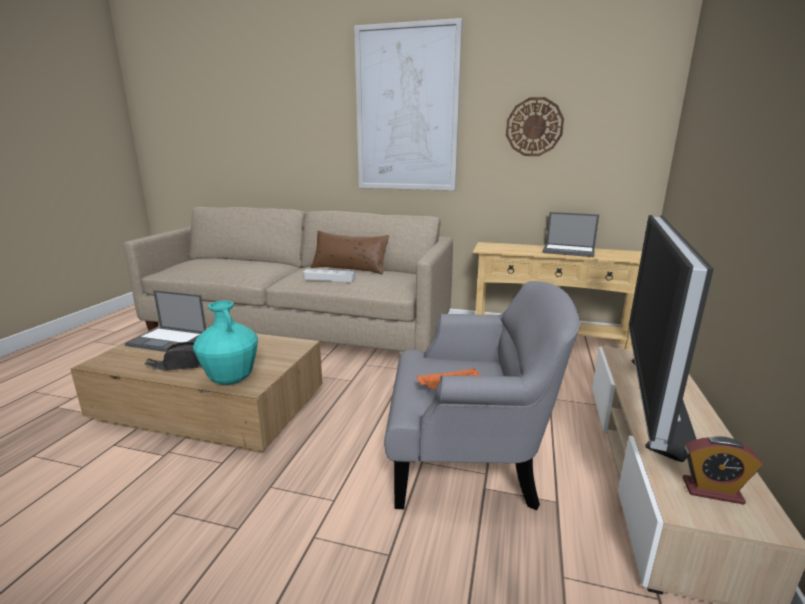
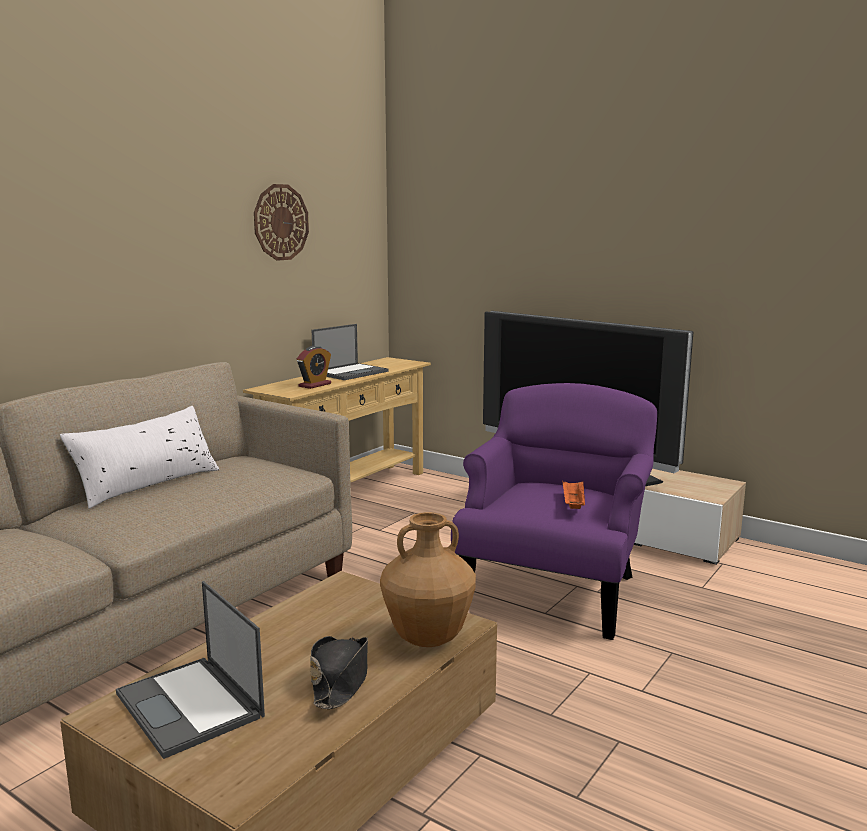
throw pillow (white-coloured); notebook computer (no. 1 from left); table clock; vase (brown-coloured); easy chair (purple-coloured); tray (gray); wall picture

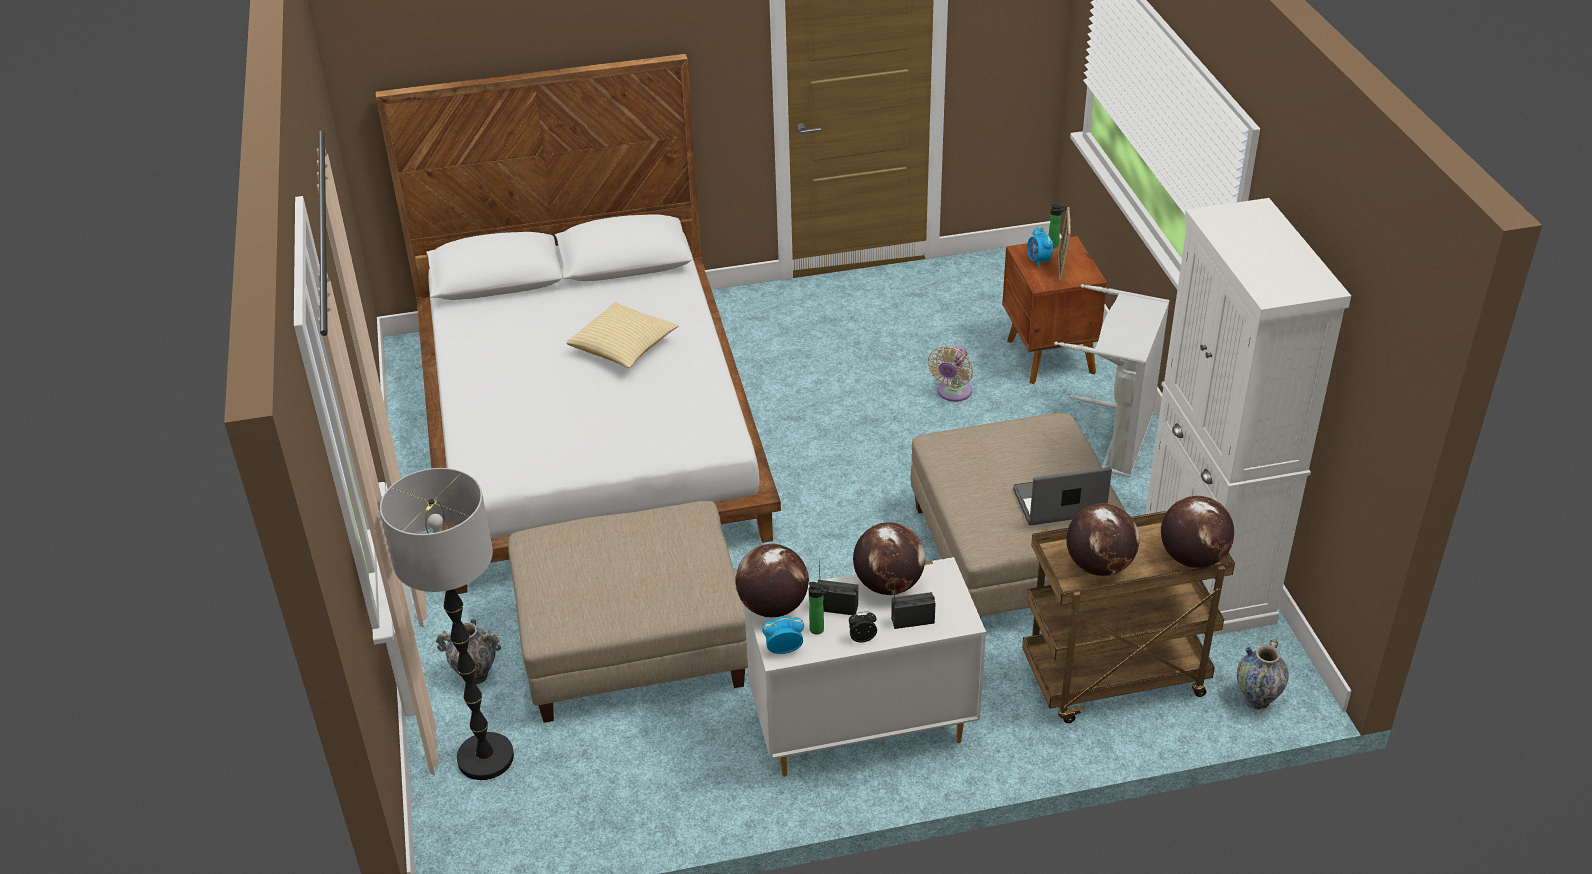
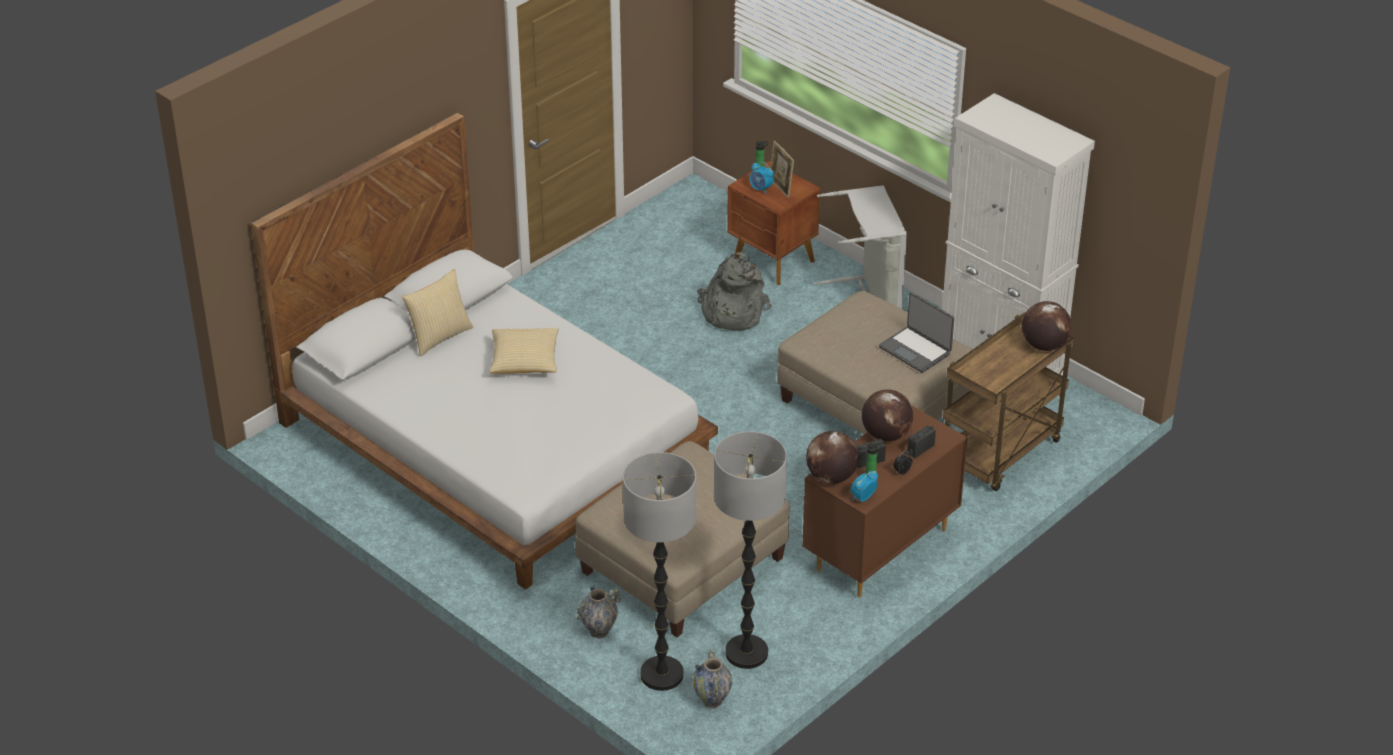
throw pillow (no. 1 from left); vase (no. 2 from left); knapsack (gray); standing lamp (no. 2 from left); drawer chest (brown-coloured); notebook computer; world globe (no. 3 from left in the first image)

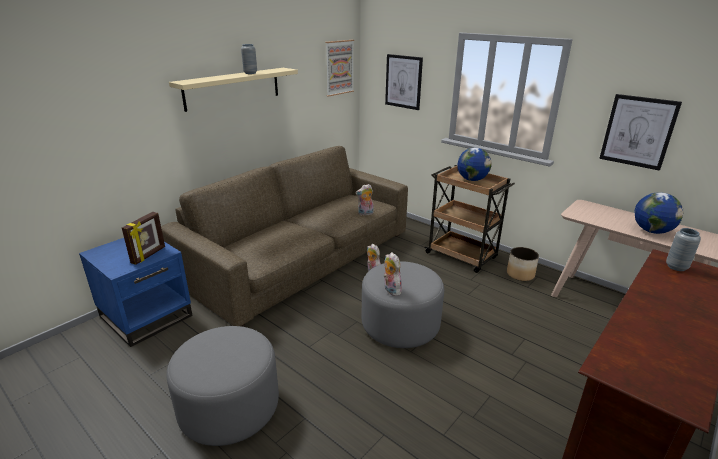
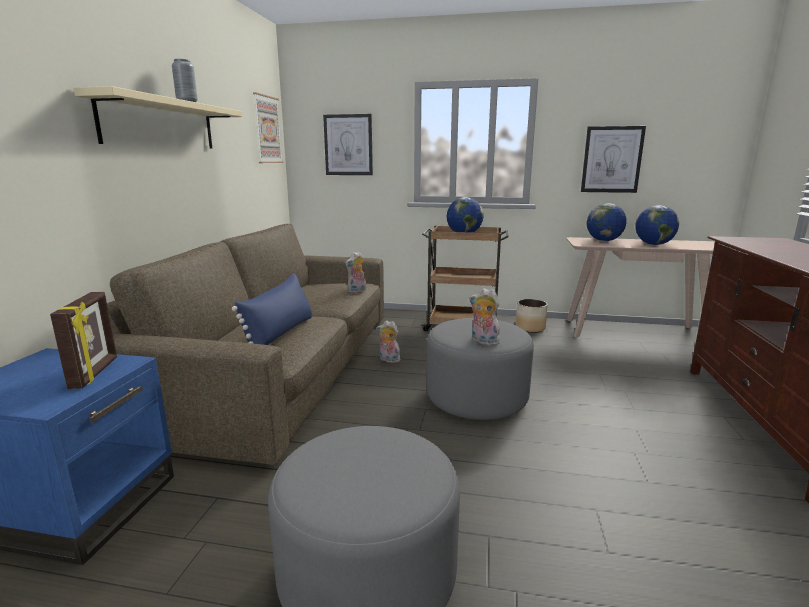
throw pillow (blue); world globe (no. 2 from left); vase (gray) (no. 2 from left in the first image)

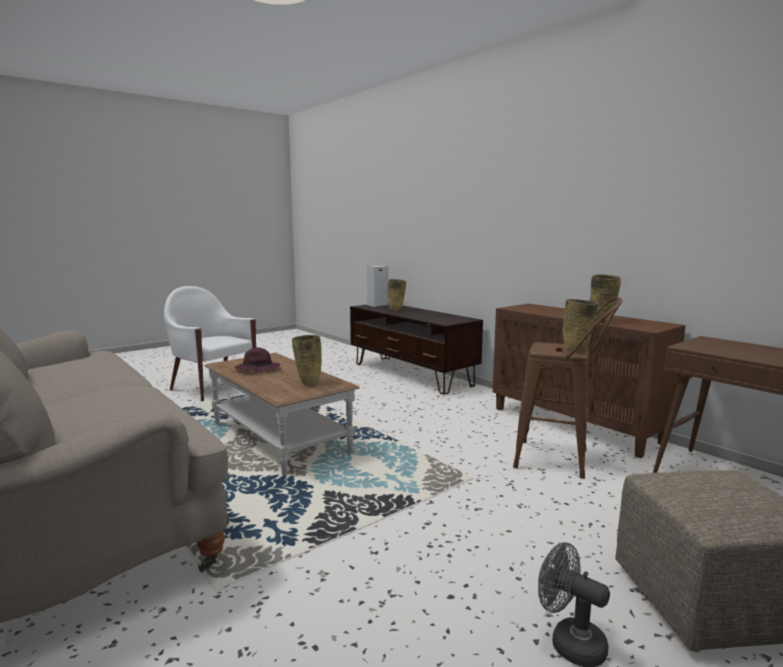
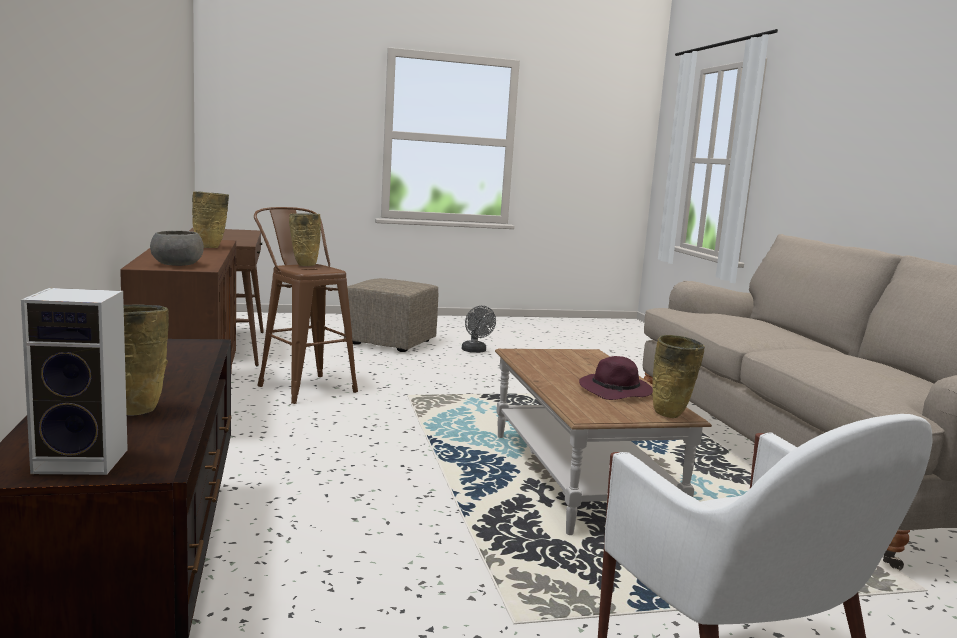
serving bowl (gray); vase (sand-coloured) (no. 4 from left)

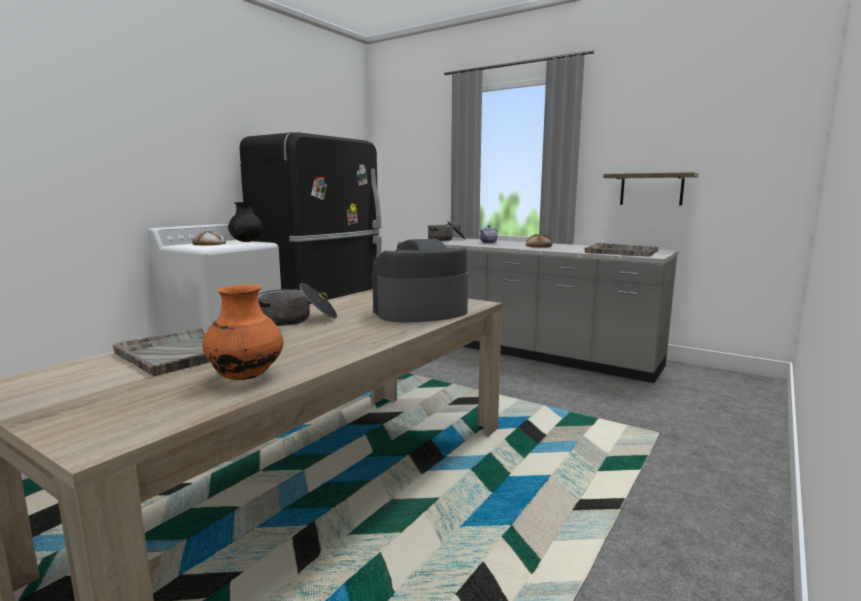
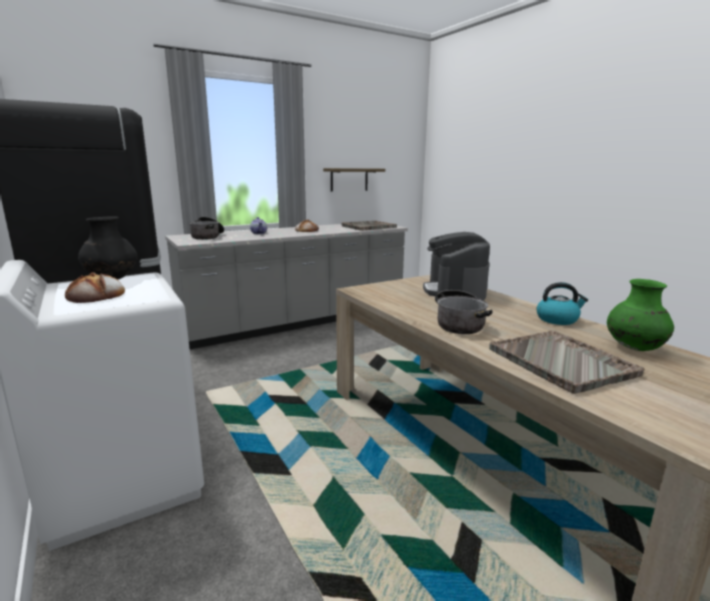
tea kettle; vase (green-coloured)

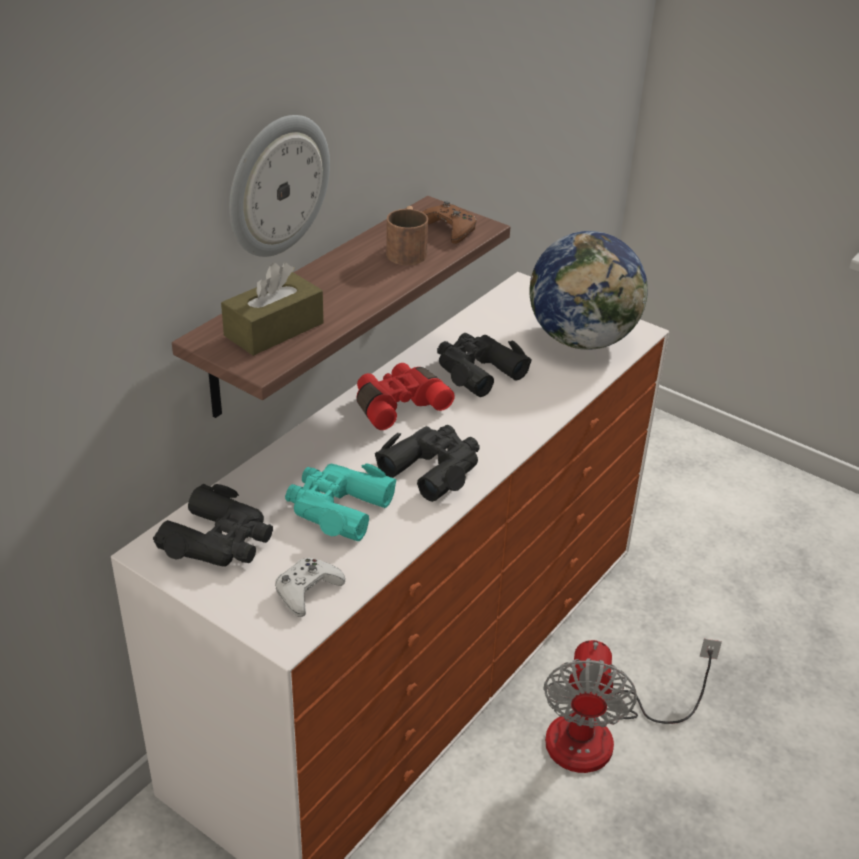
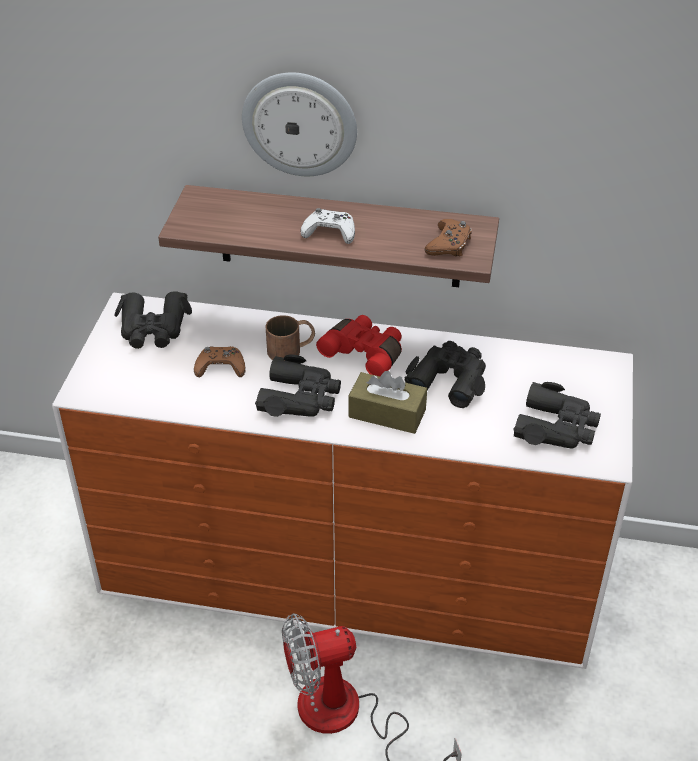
game controller (brown-coloured) (no. 1 from left); coffee mug (brown-coloured); game controller (white-coloured); tissue box (brown-coloured); field glasses (black-coloured) (no. 4 from left)

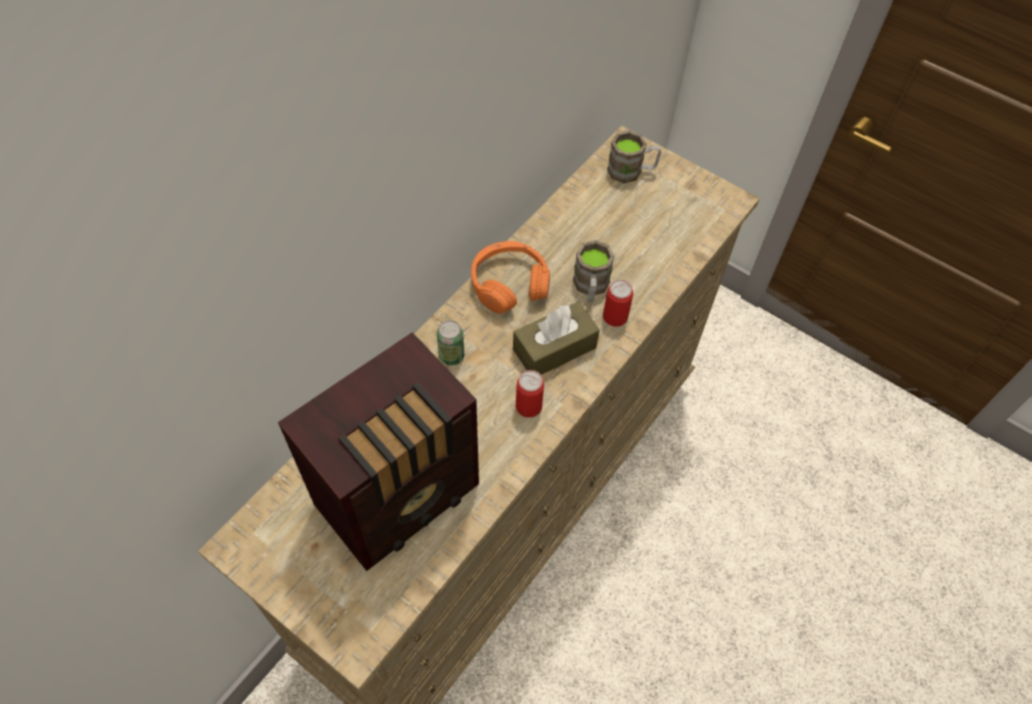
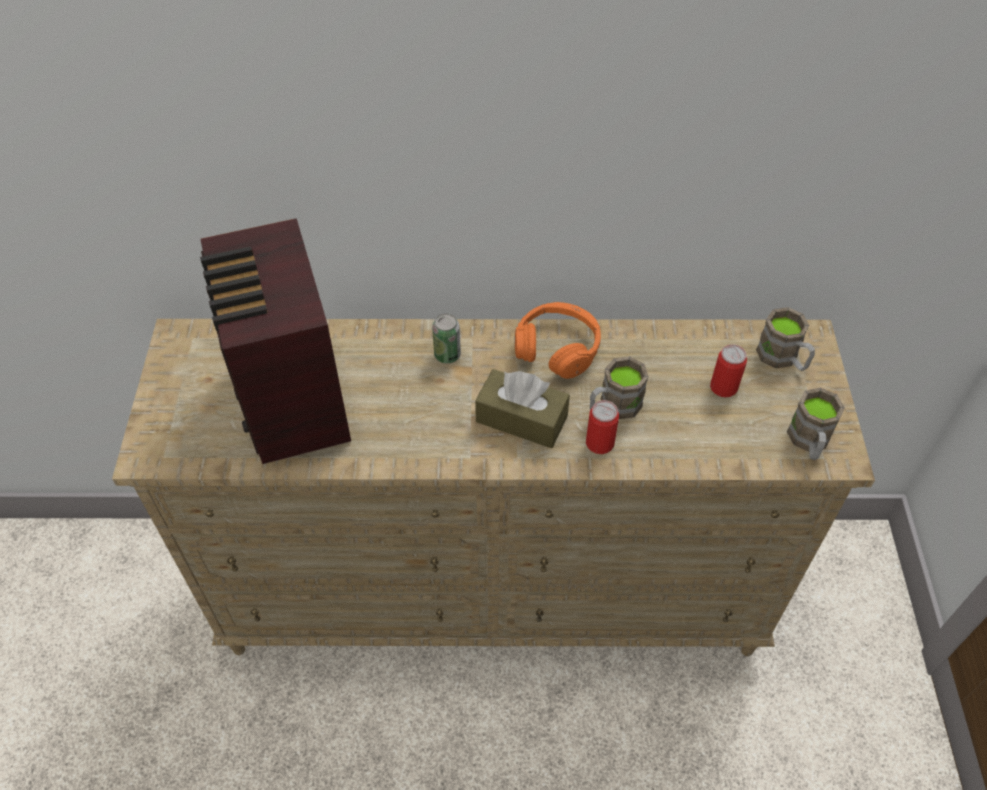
radio receiver; can (no. 3 from left); coffee mug (brown-coloured) (no. 3 from left)

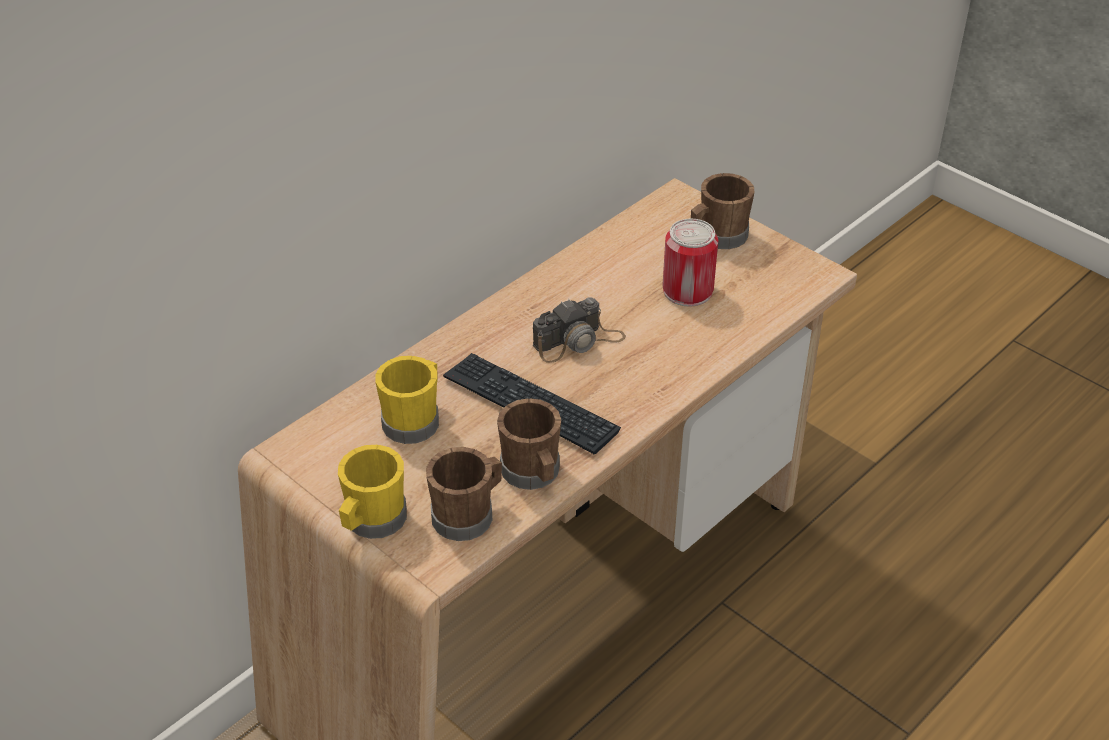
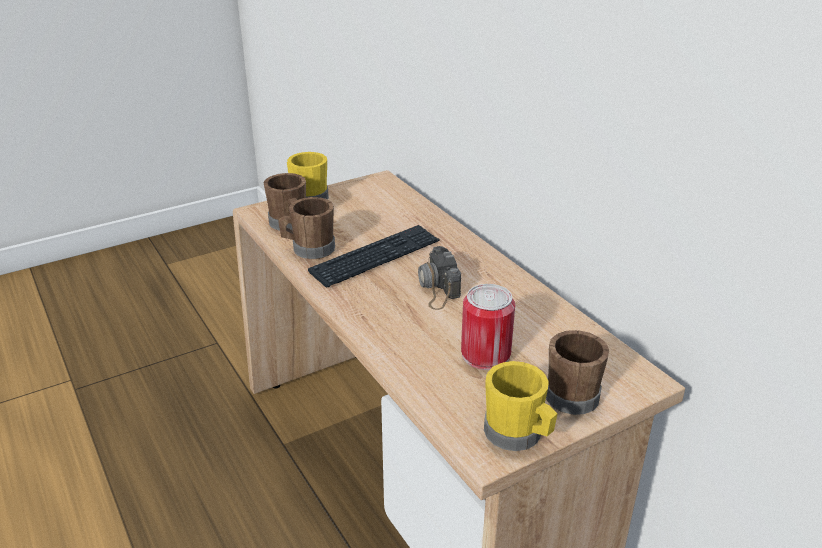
coffee mug (yellow) (no. 2 from left)

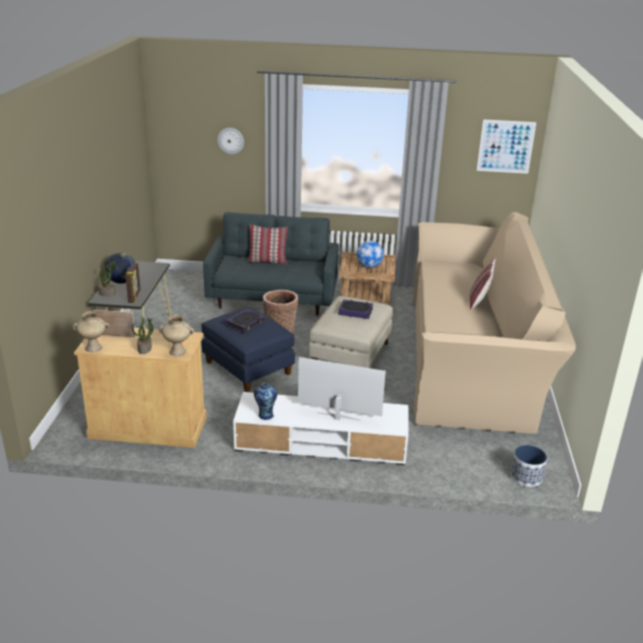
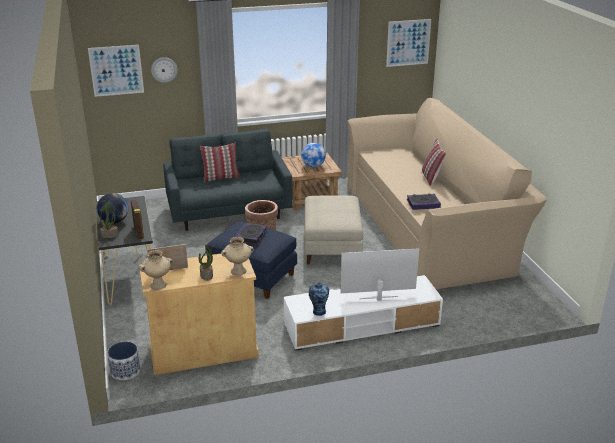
wall picture (no. 1 from left); flower pot; bound book (no. 2 from left)

